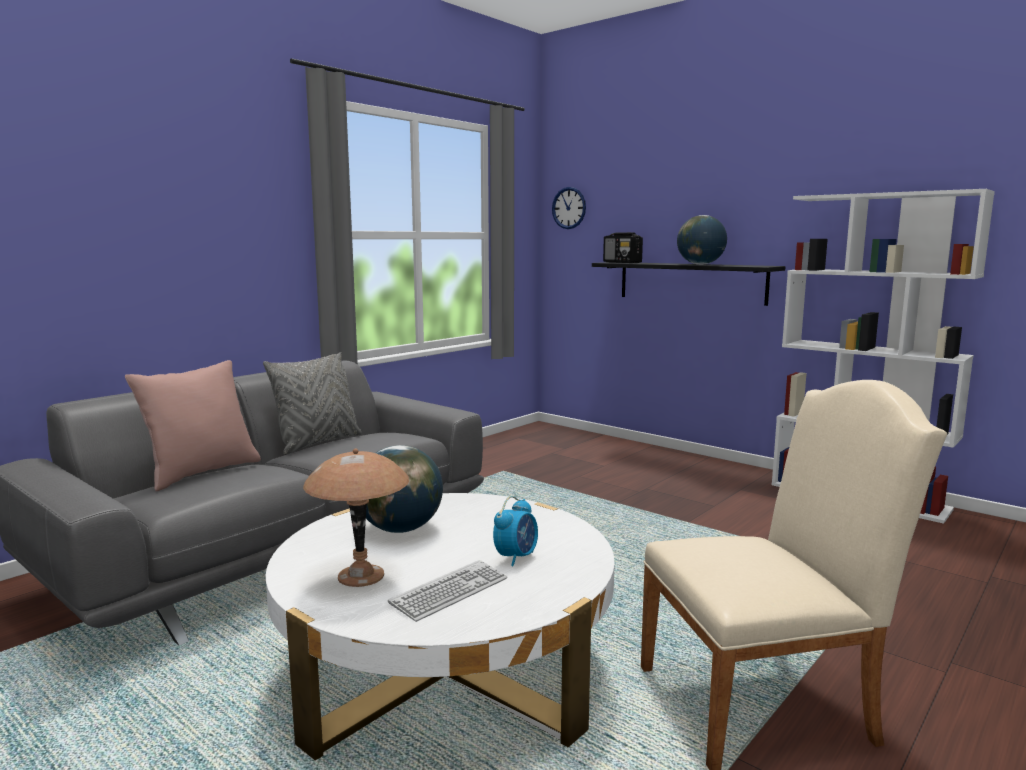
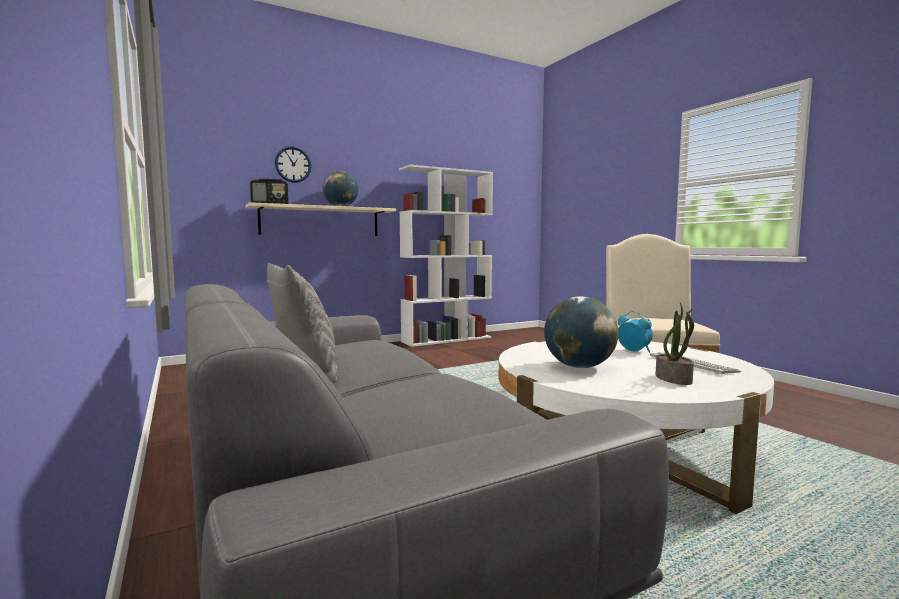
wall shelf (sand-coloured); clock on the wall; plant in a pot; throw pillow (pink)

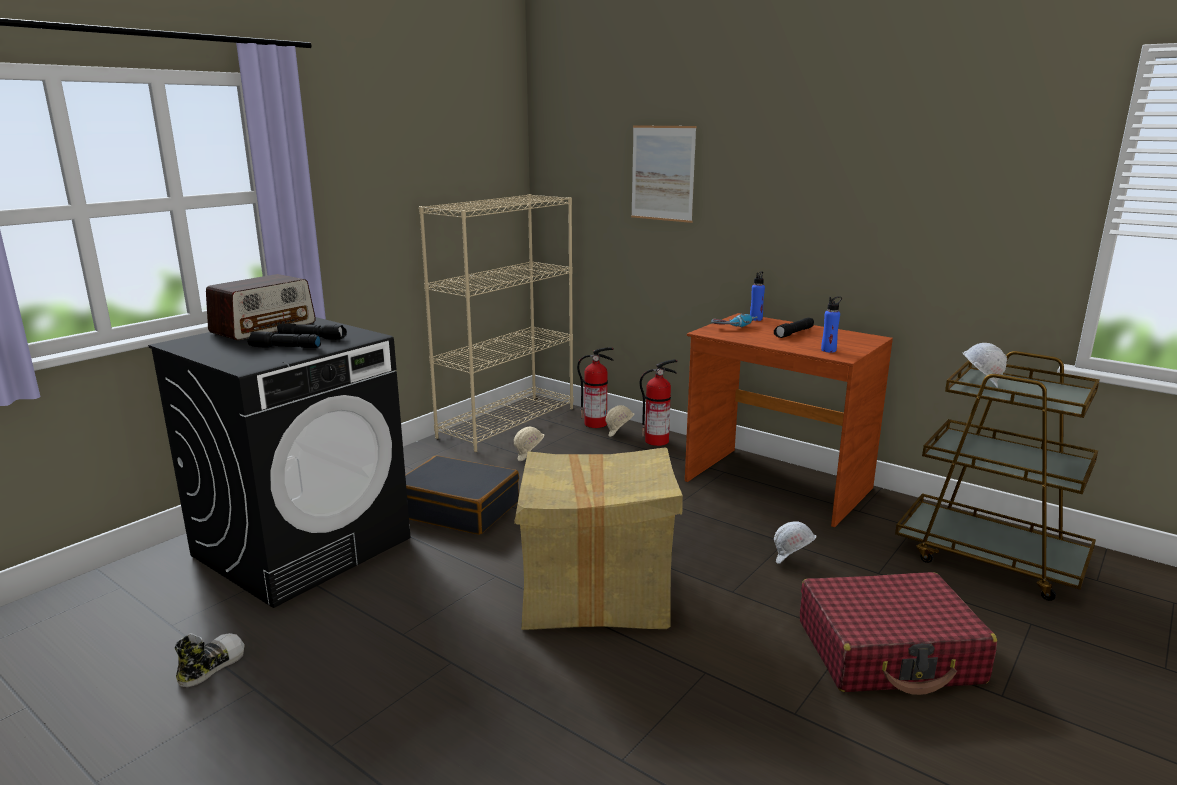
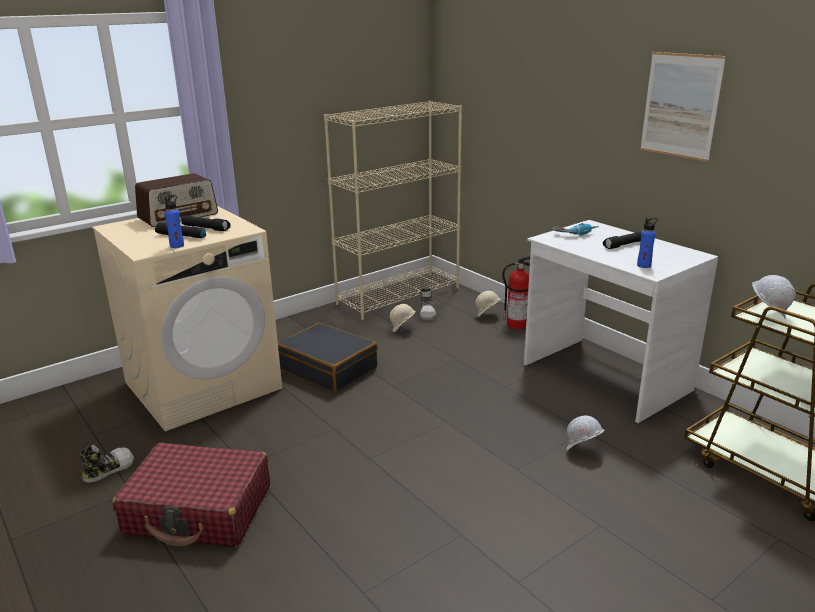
laundry machine (sand-coloured); travel case (red); drink bottle (blue) (no. 1 from left); item of footwear (no. 2 from left); desk table (white-coloured); wall picture; packing box; fire-fighting cylinder (no. 1 from left in the first image)

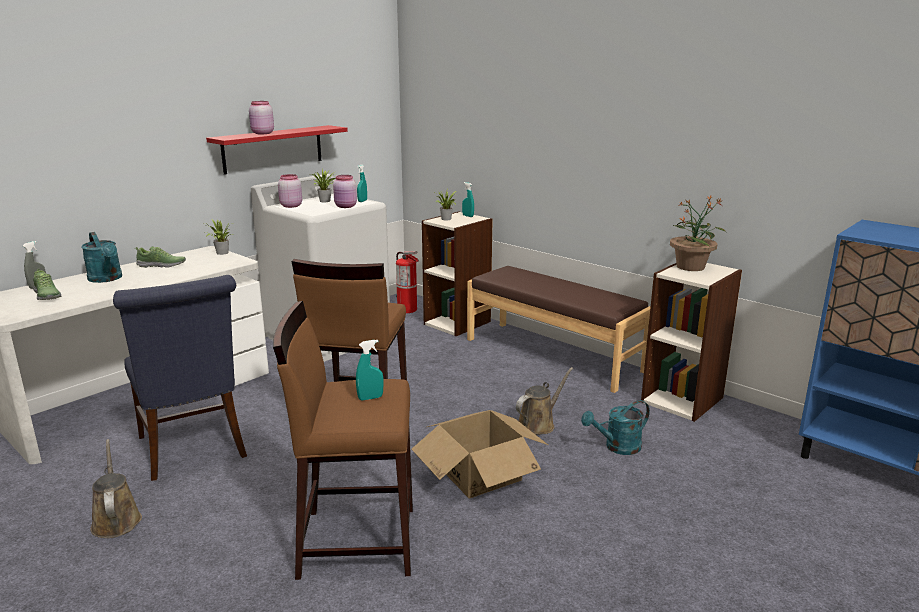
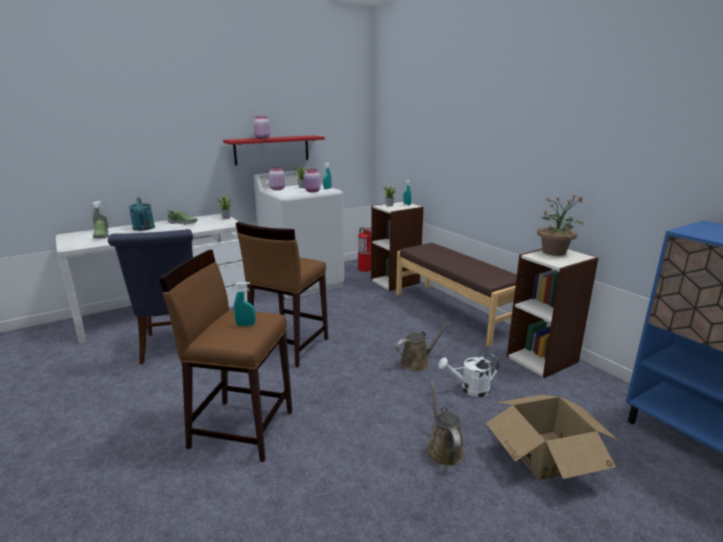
watering can (brown-coloured) (no. 2 from left); watering can (white-coloured); packing box

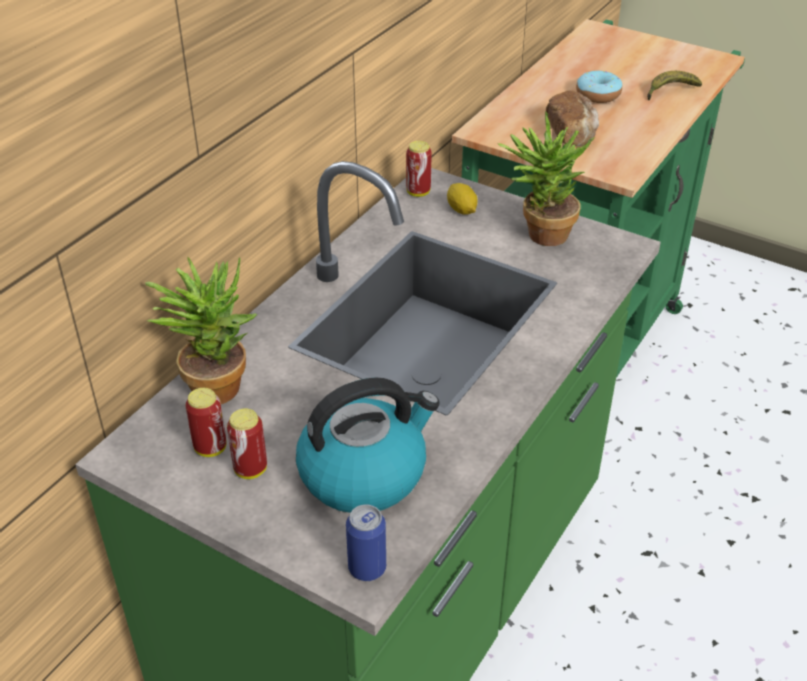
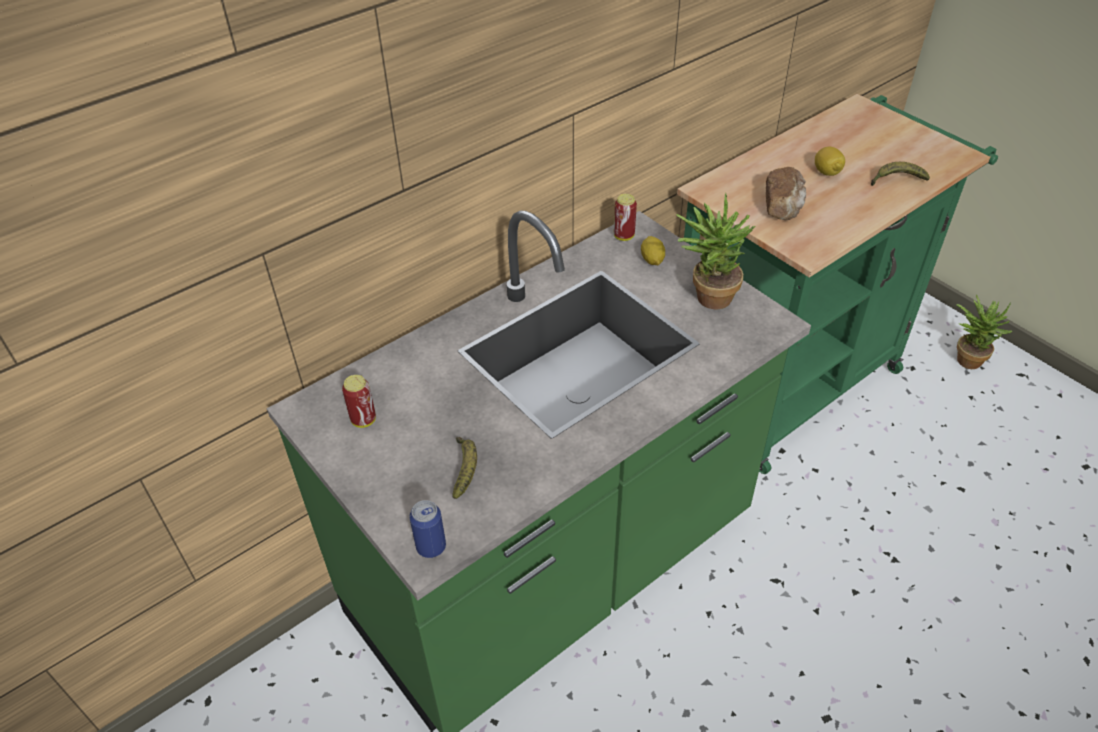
banana fruit (no. 1 from left); lemon (no. 2 from left); plant in a pot (no. 2 from left); can (no. 2 from left in the first image)

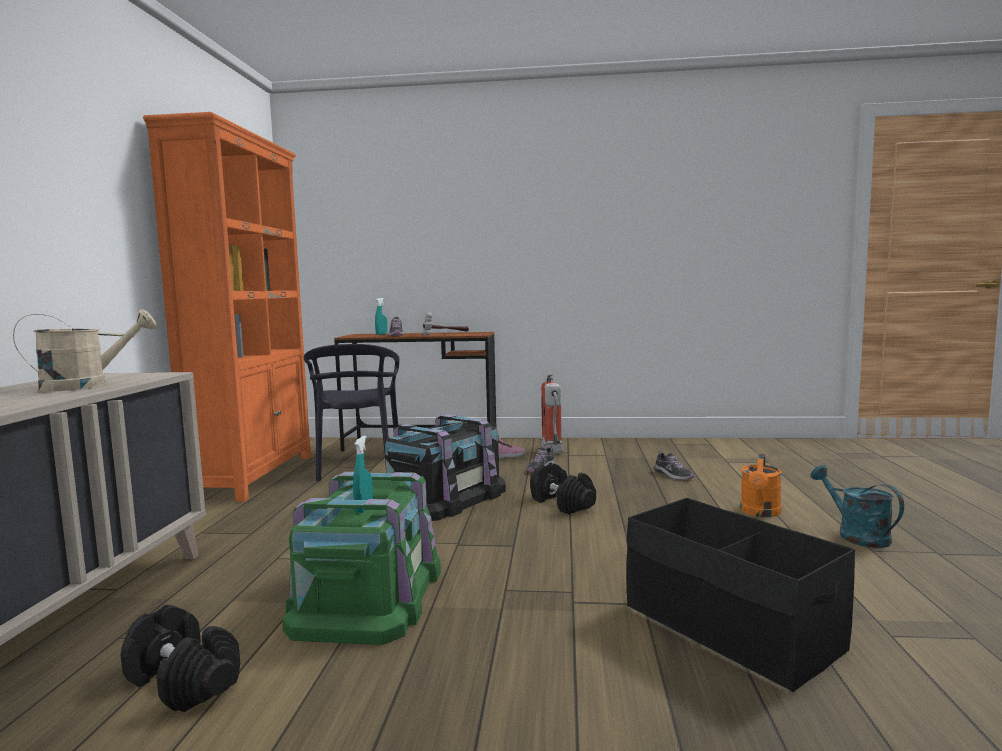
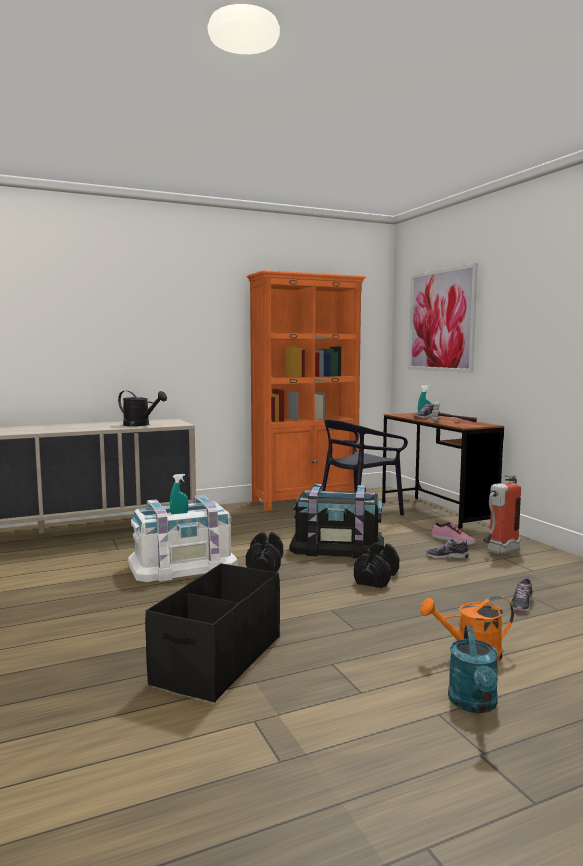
watering can (black-coloured); storage box (white-coloured); hand weight (black-coloured) (no. 1 from left); wall picture; watering can (turquoise-coloured)

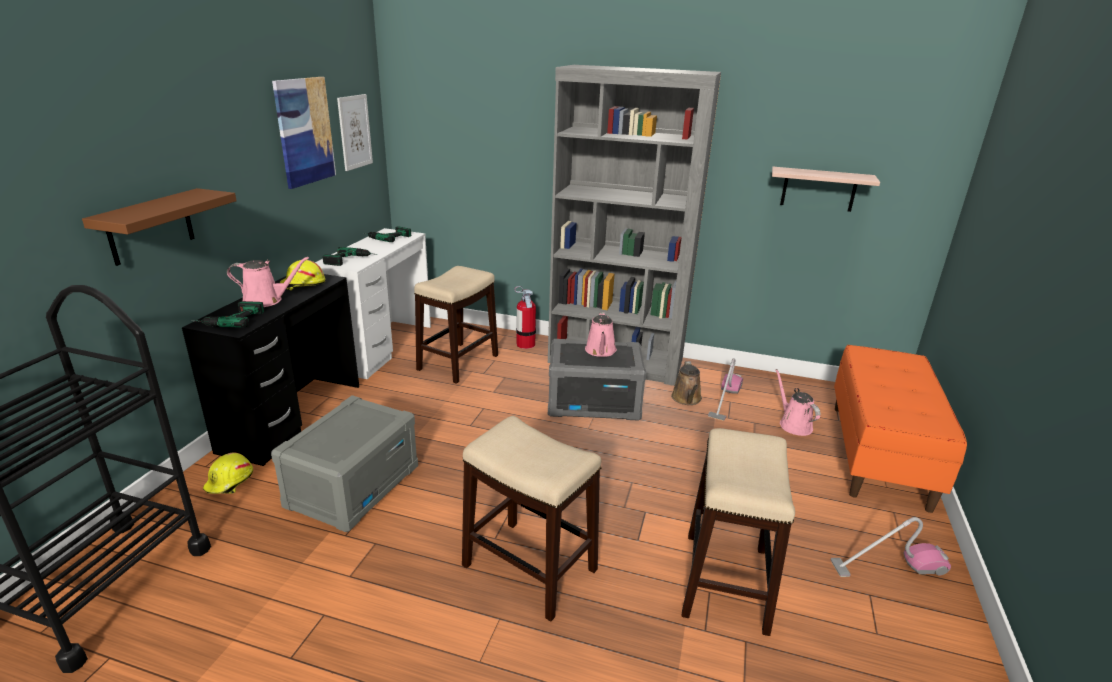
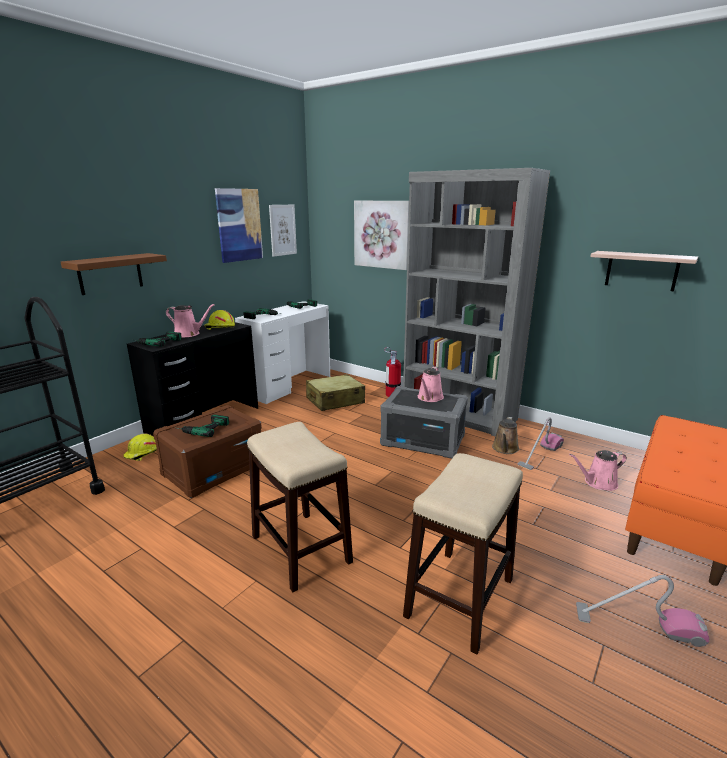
storage box (brown-coloured); drill (no. 2 from left); travel case (sand-coloured); wall picture (no. 3 from left); watering can (pink) (no. 3 from left)

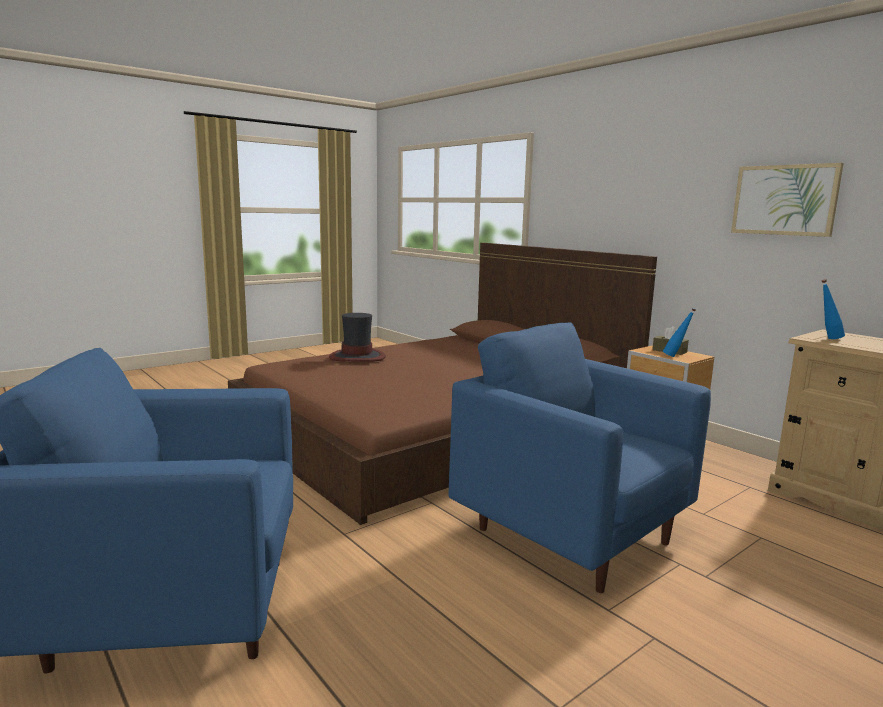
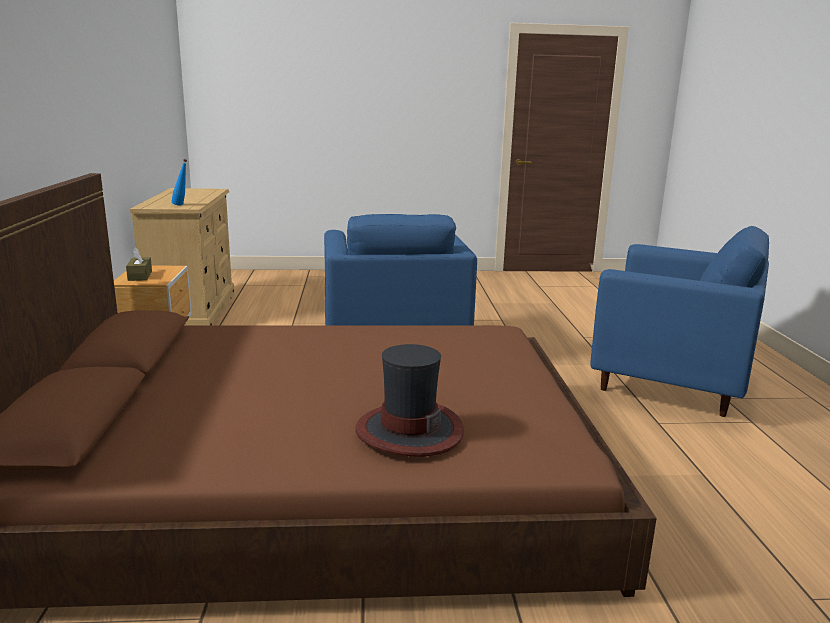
drink bottle (blue) (no. 1 from left in the first image); wall picture

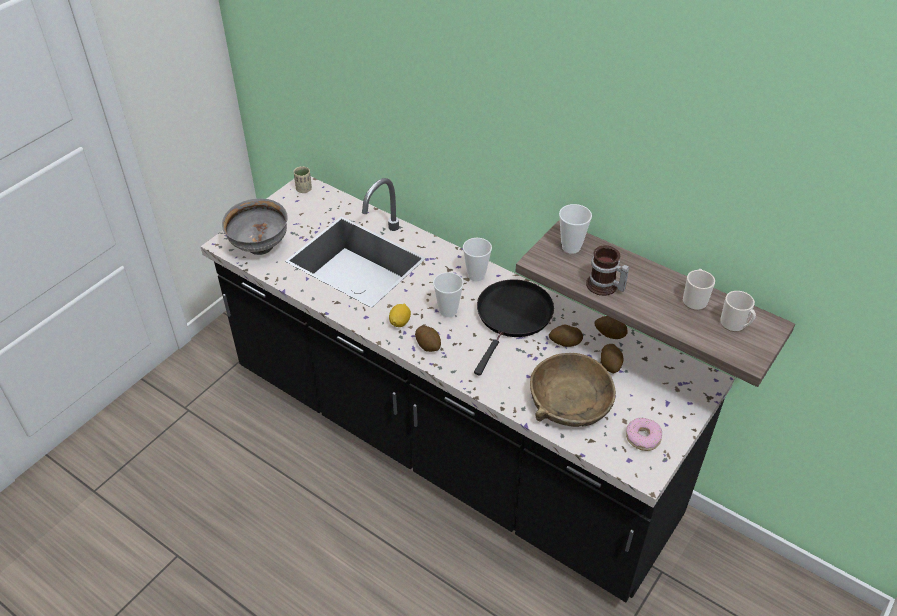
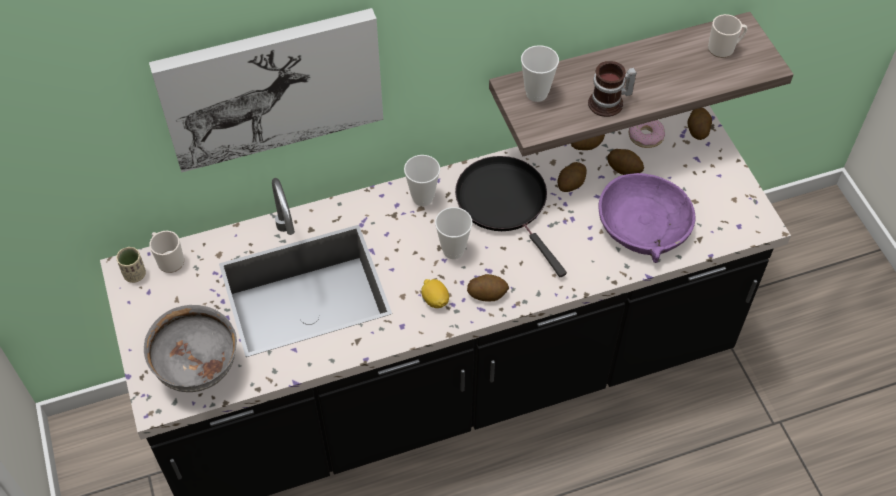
wall picture; coffee mug (no. 1 from left); serving bowl (purple-coloured); donut; spud (no. 5 from left)

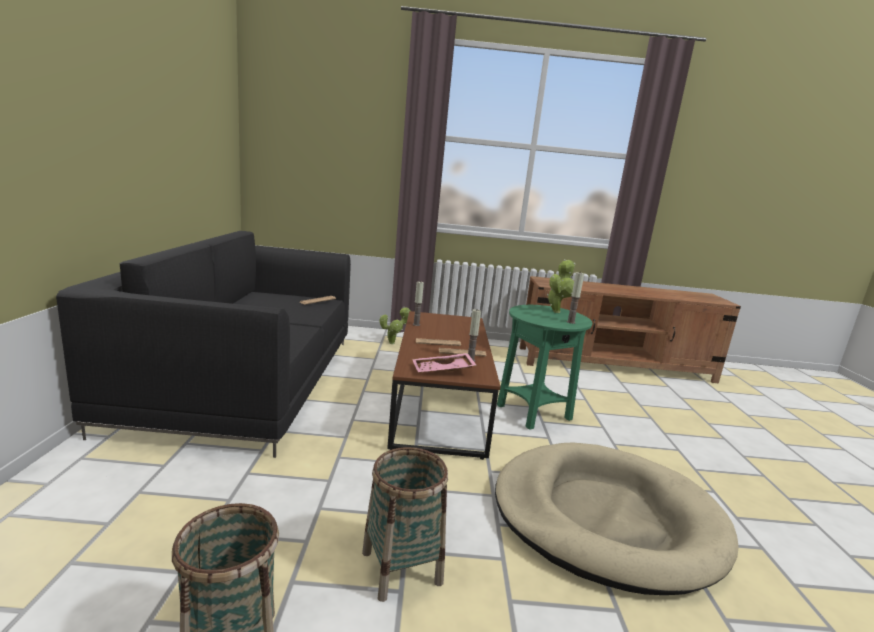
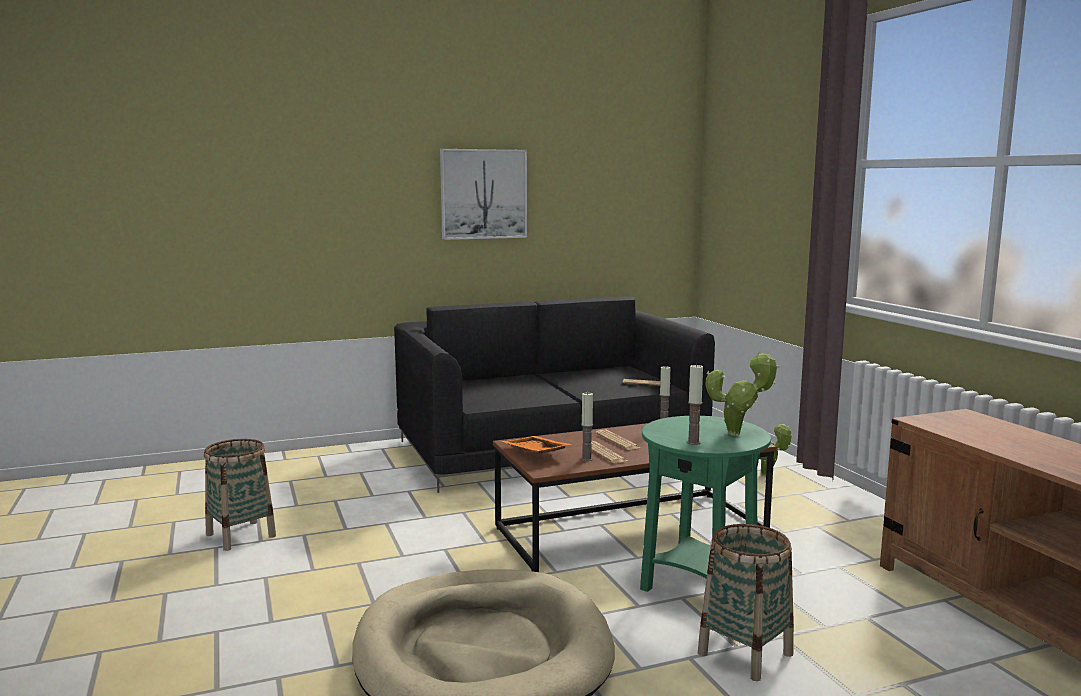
wall picture; tray (orange-coloured); storage basket (no. 2 from left)

